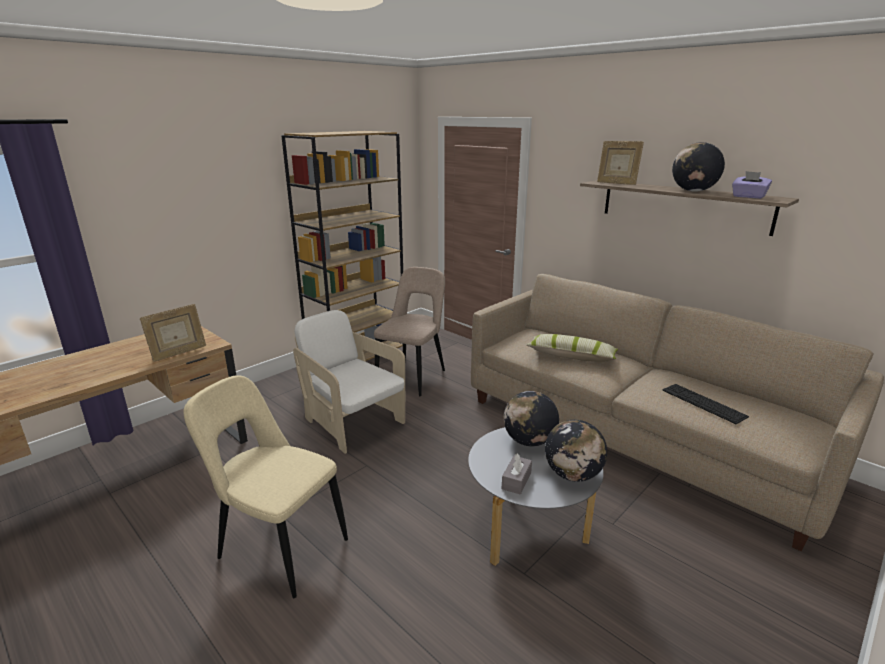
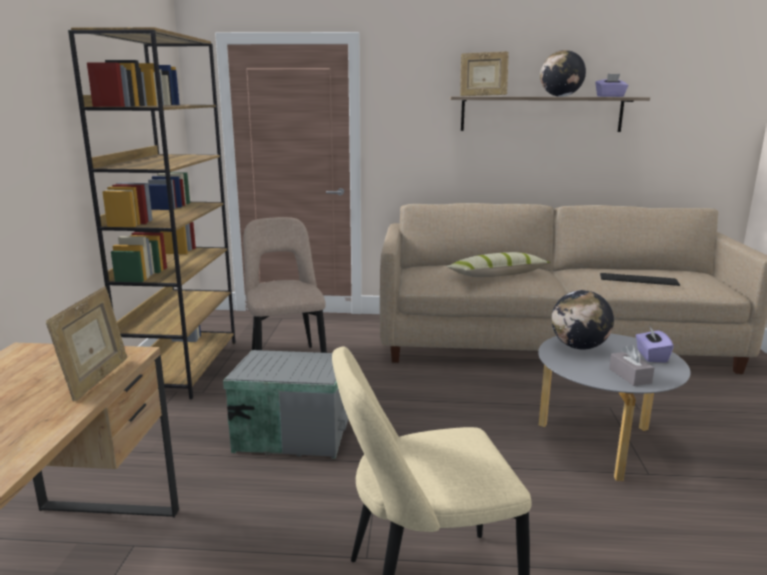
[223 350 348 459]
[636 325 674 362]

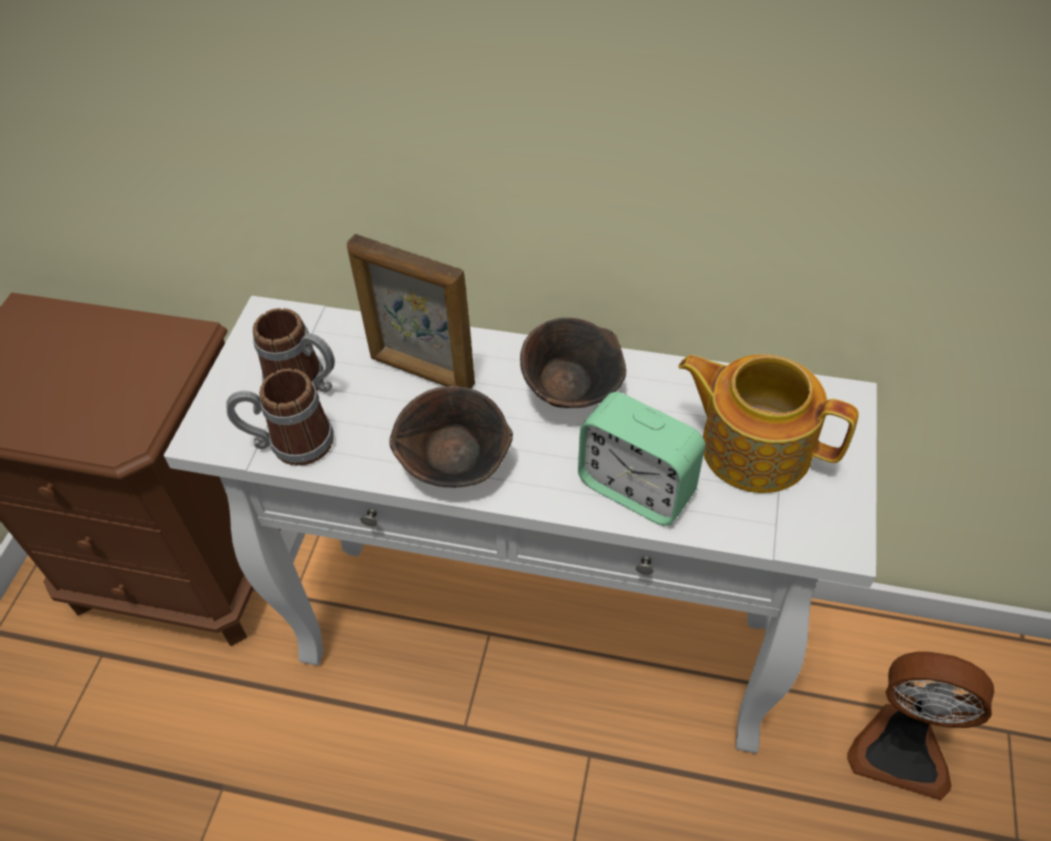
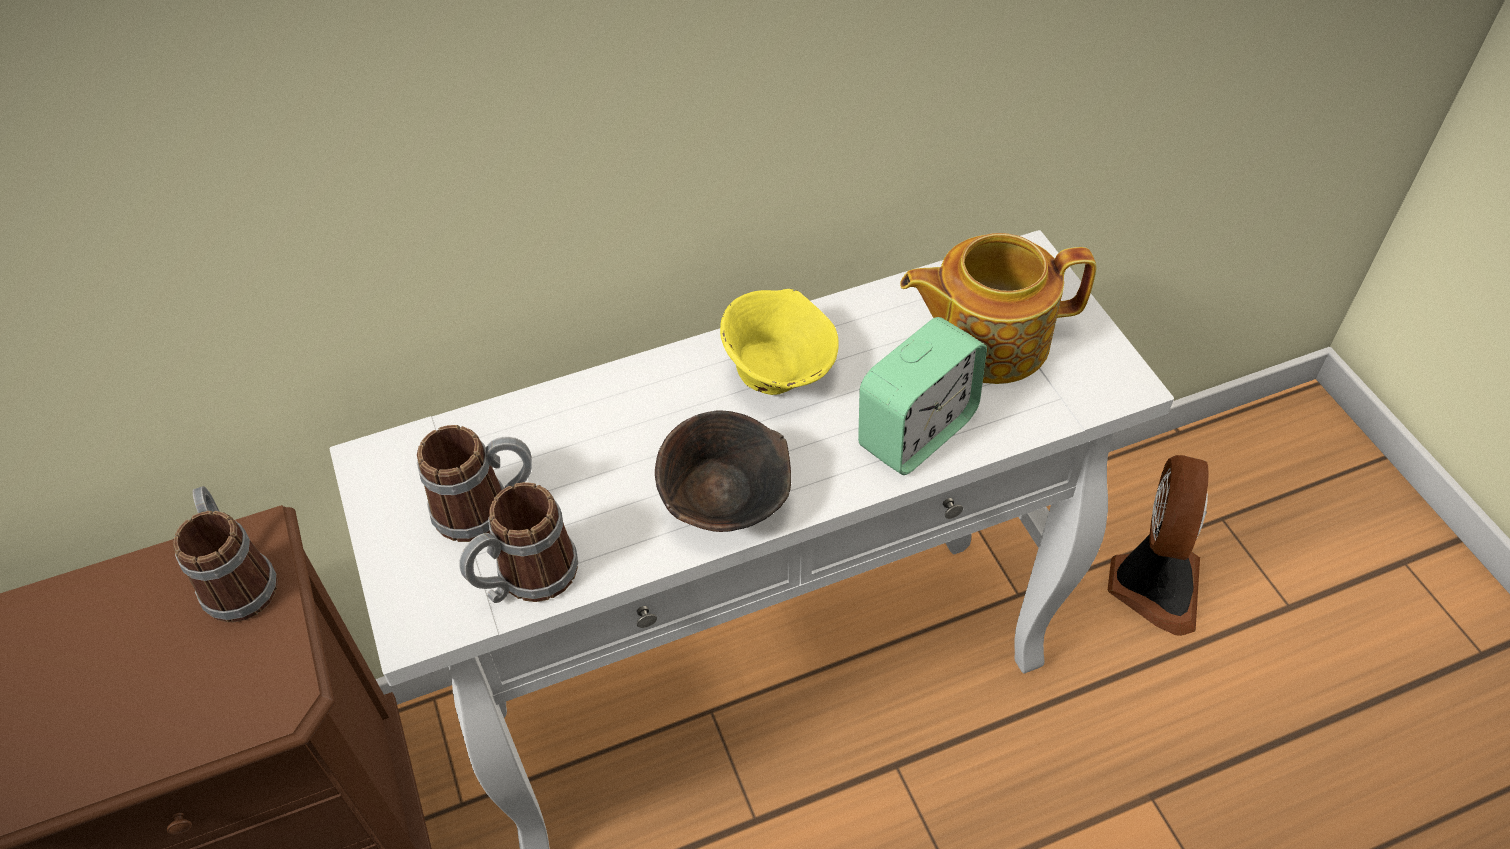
[173 486 277 623]
[720 289 839 395]
[858 317 987 475]
[1108 455 1209 636]
[347 234 475 389] (first image)

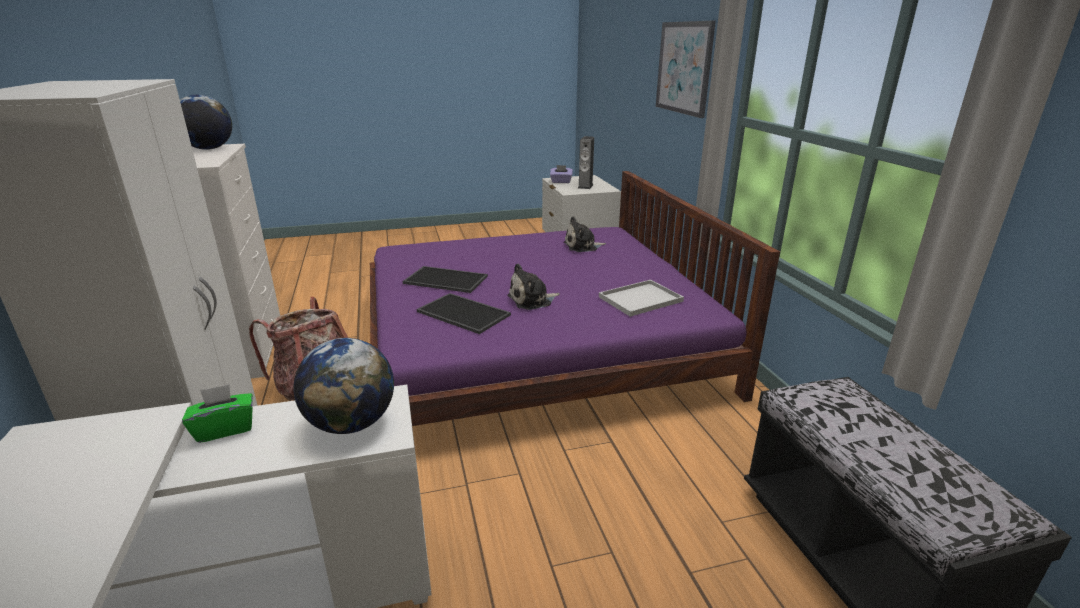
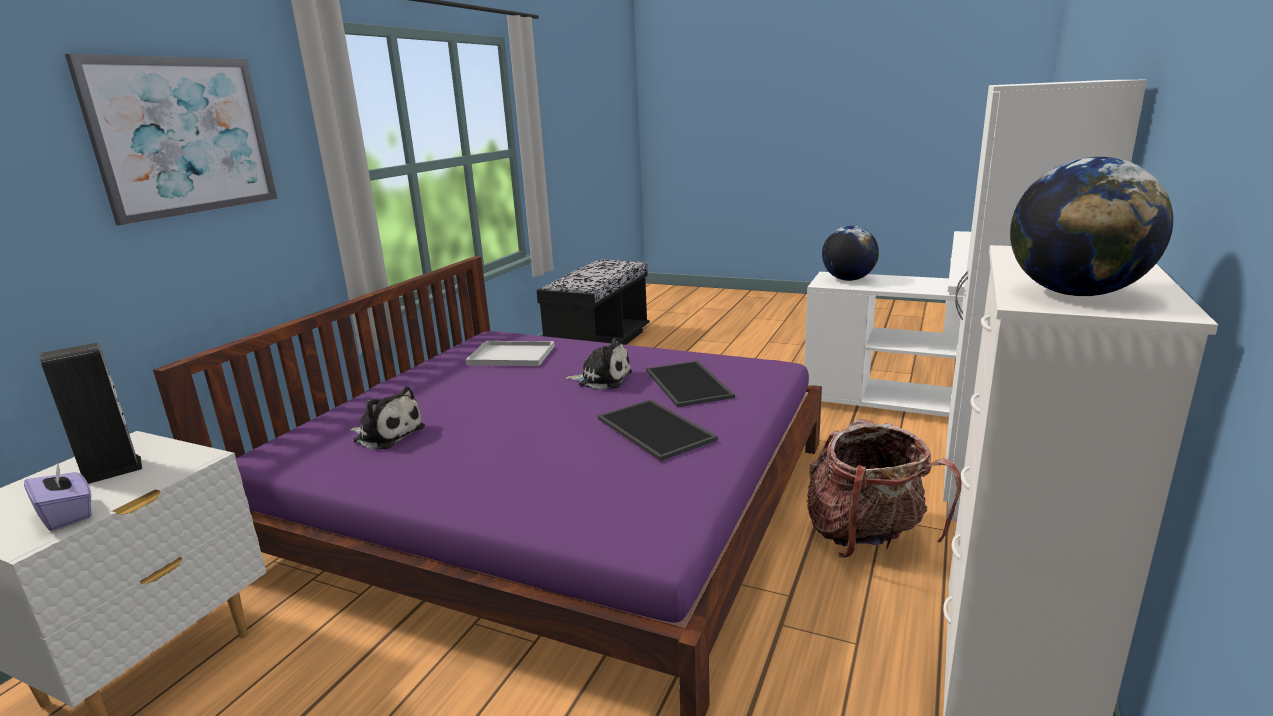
[182 384 253 443] (first image)

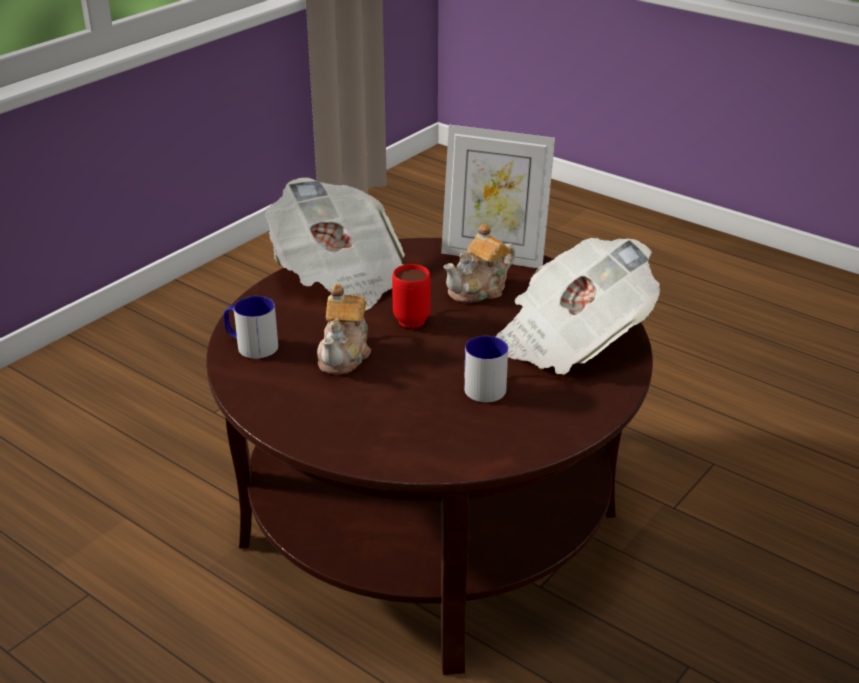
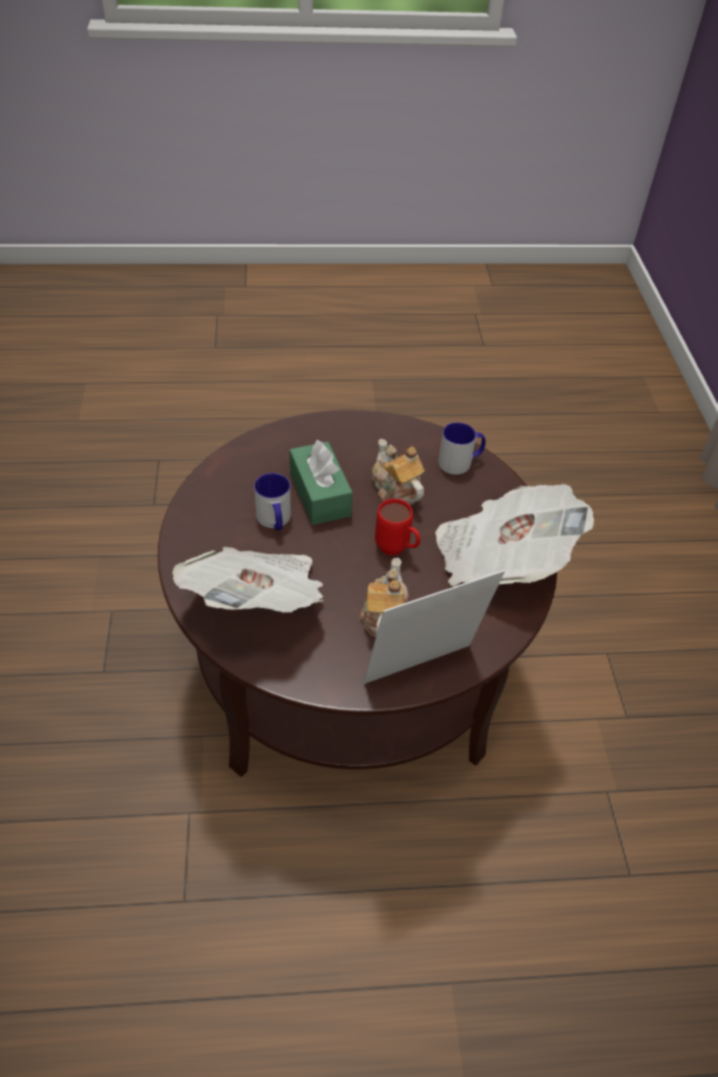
[290 440 353 525]

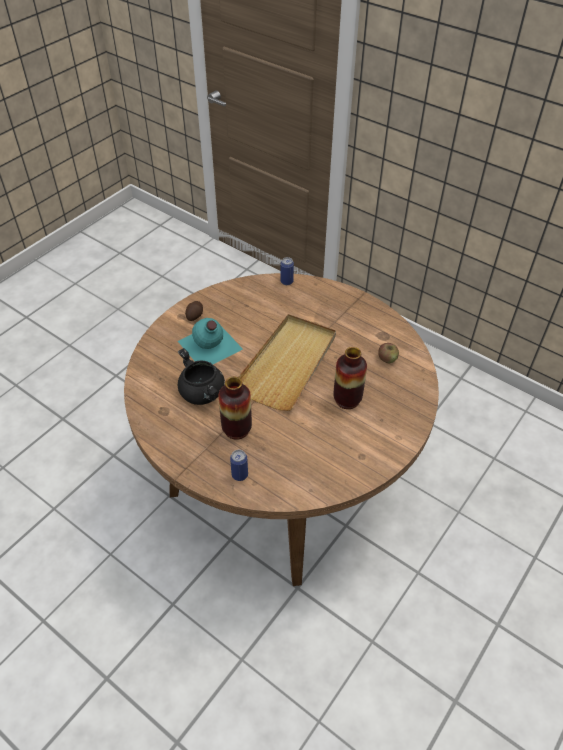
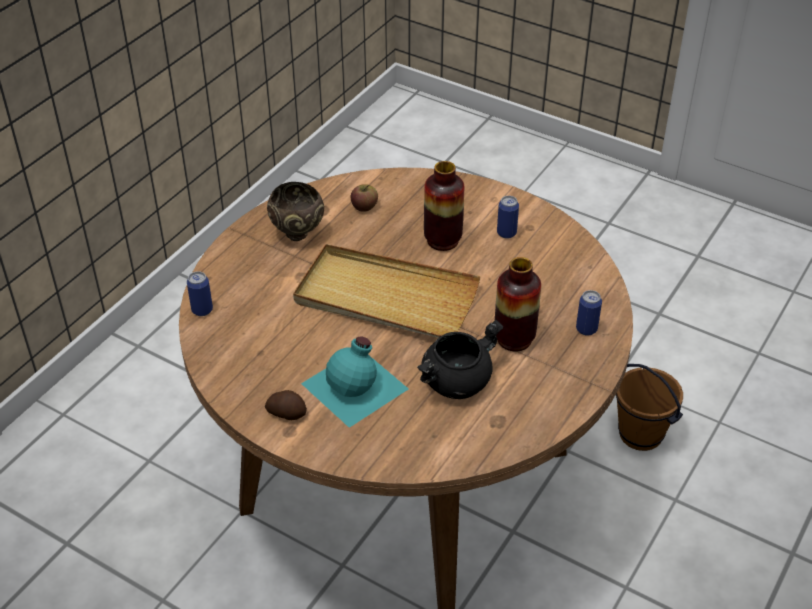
[267 182 324 241]
[497 196 519 239]
[616 364 683 451]

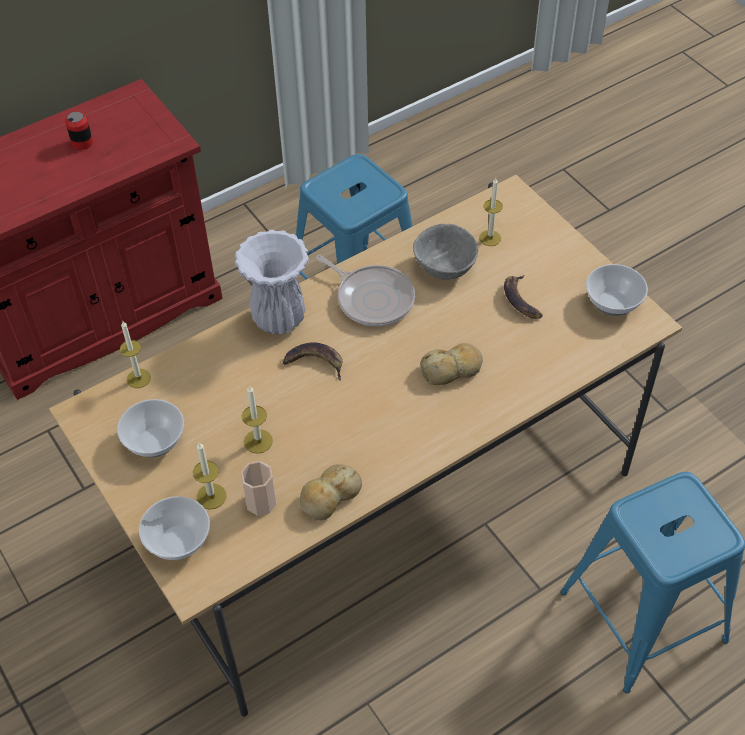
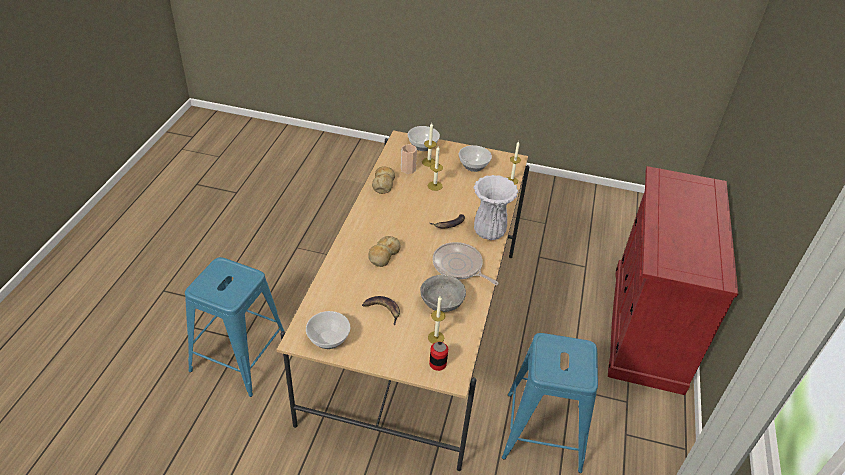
[429 342 448 371]
[433 242 499 285]

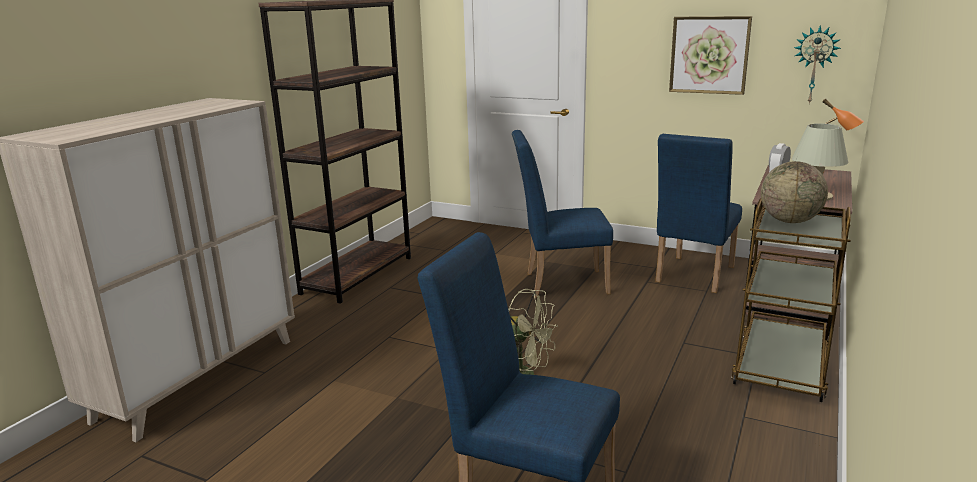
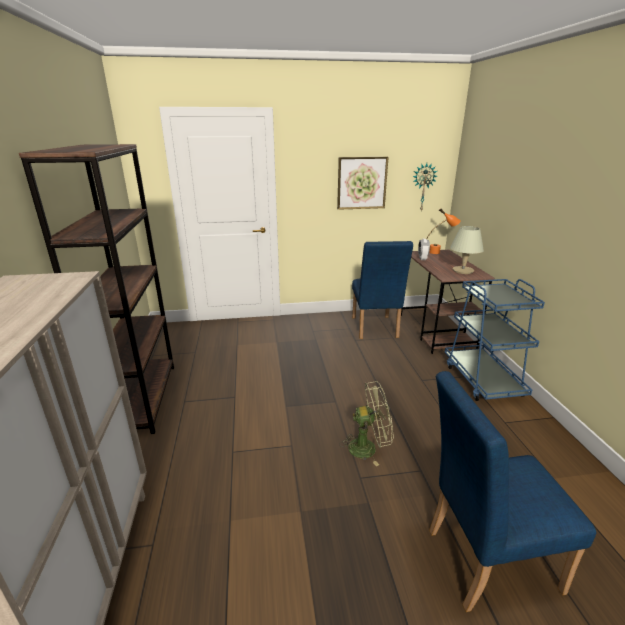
[445 279 545 401]
[512 130 613 298] (first image)
[761 161 828 223] (first image)

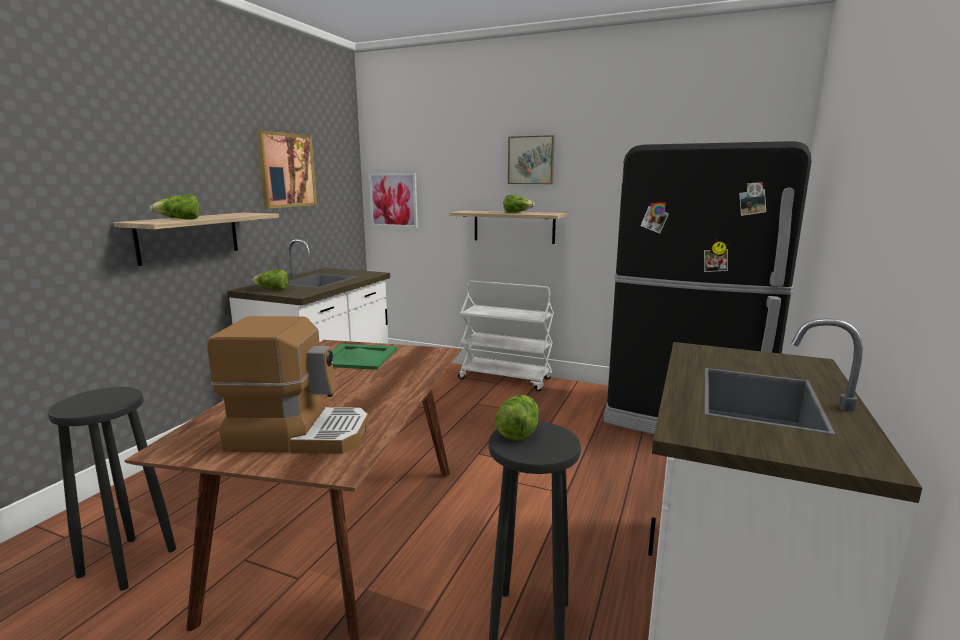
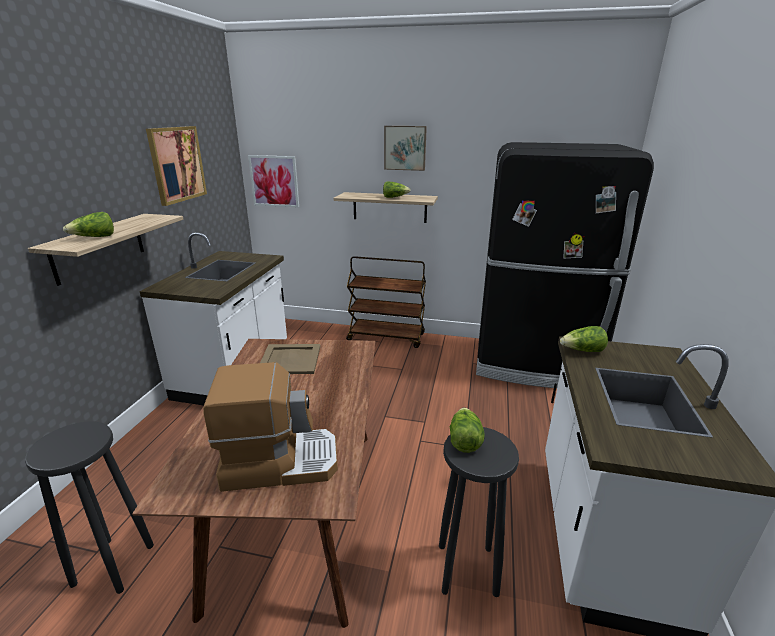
[260 344 320 374]
[346 256 426 348]
[560 326 608 352]

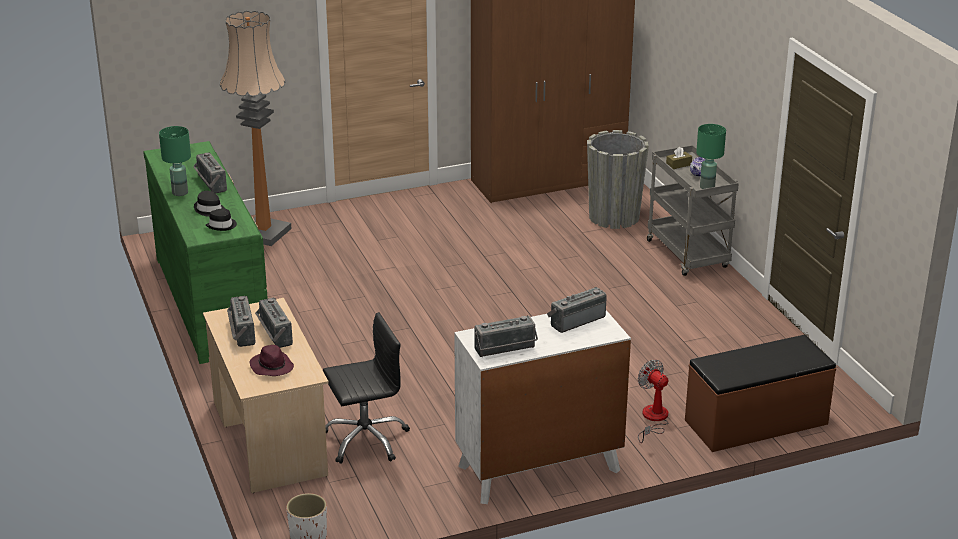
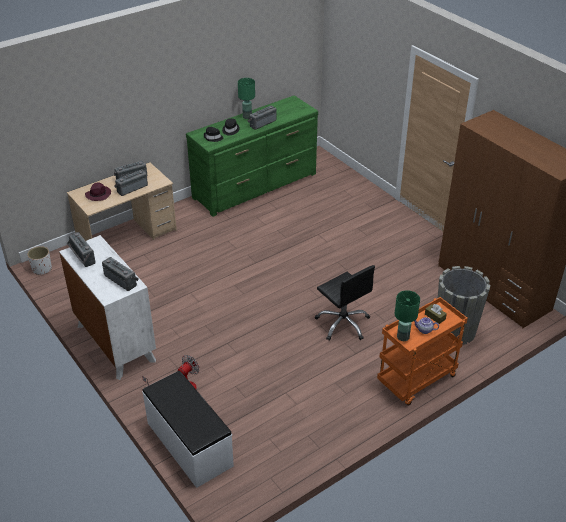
[143 371 234 488]
[315 265 375 341]
[377 297 468 406]
[220 11 292 246] (first image)

